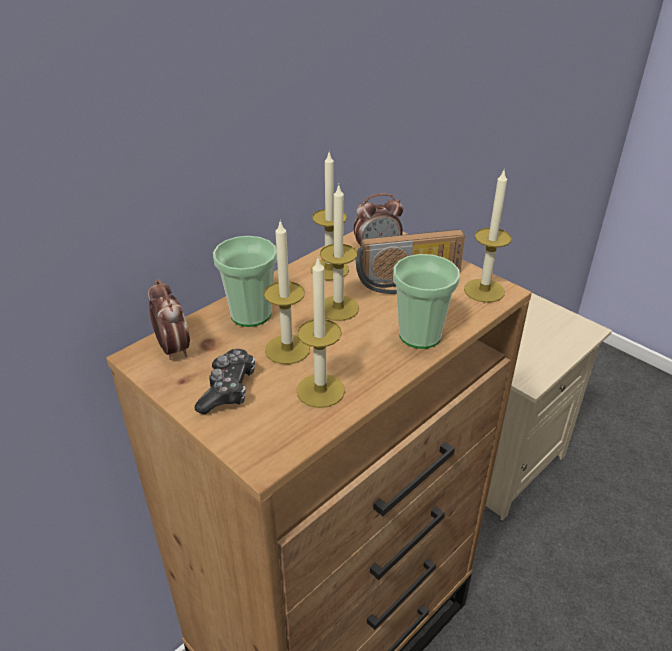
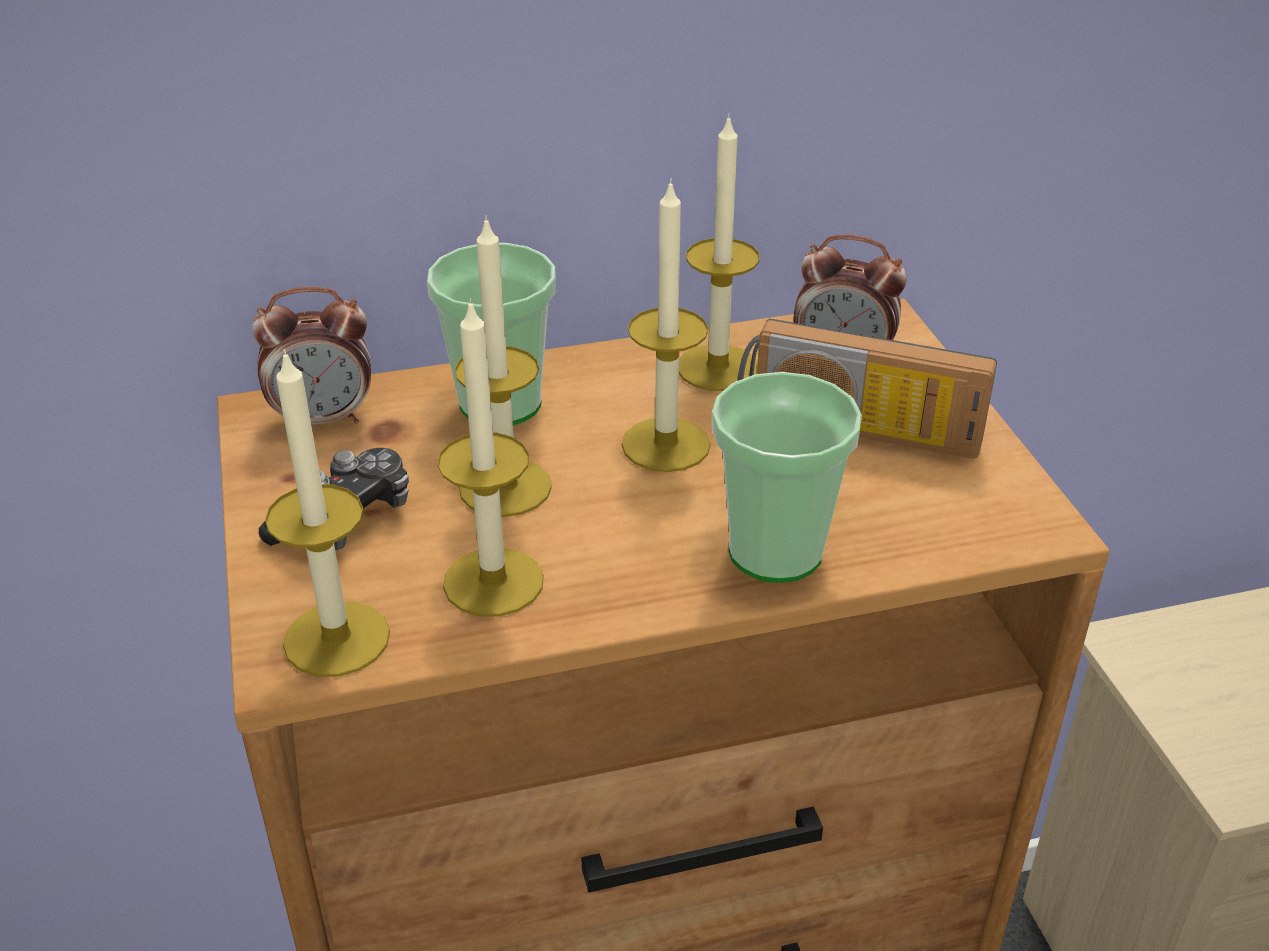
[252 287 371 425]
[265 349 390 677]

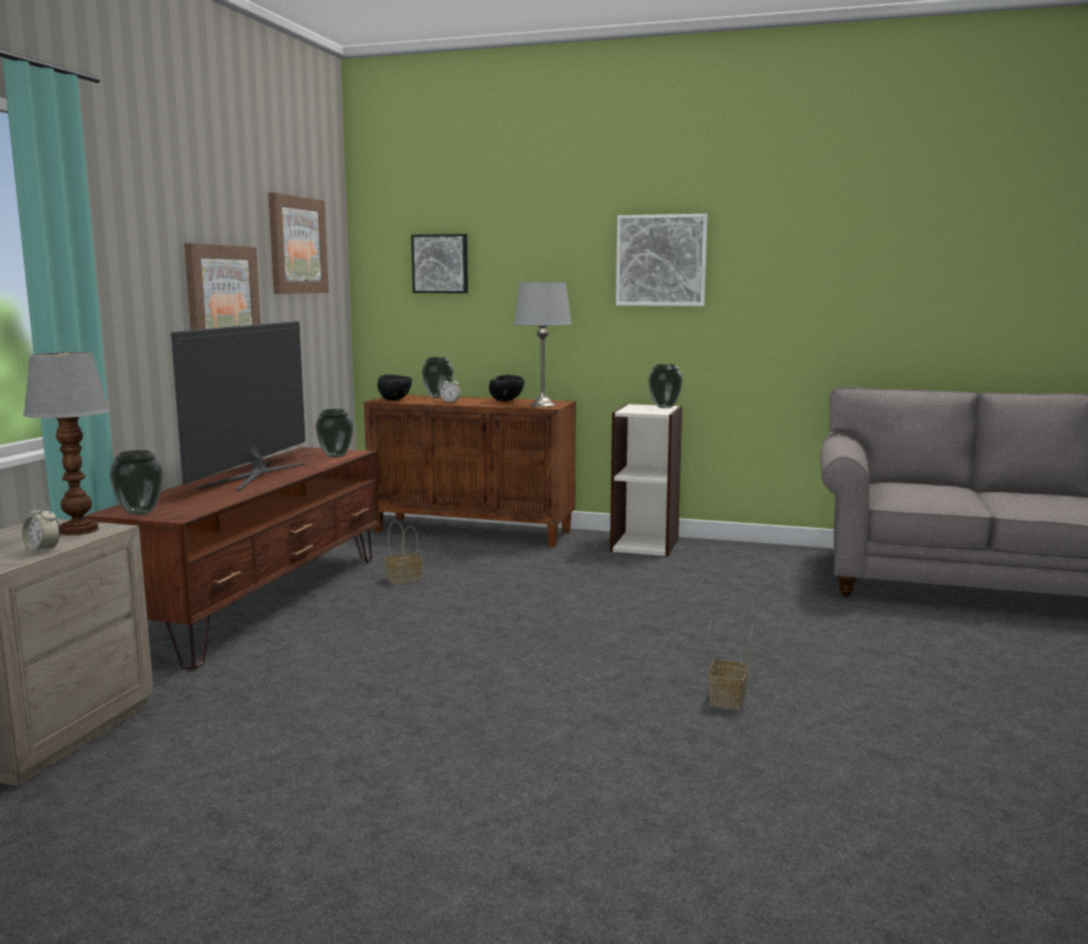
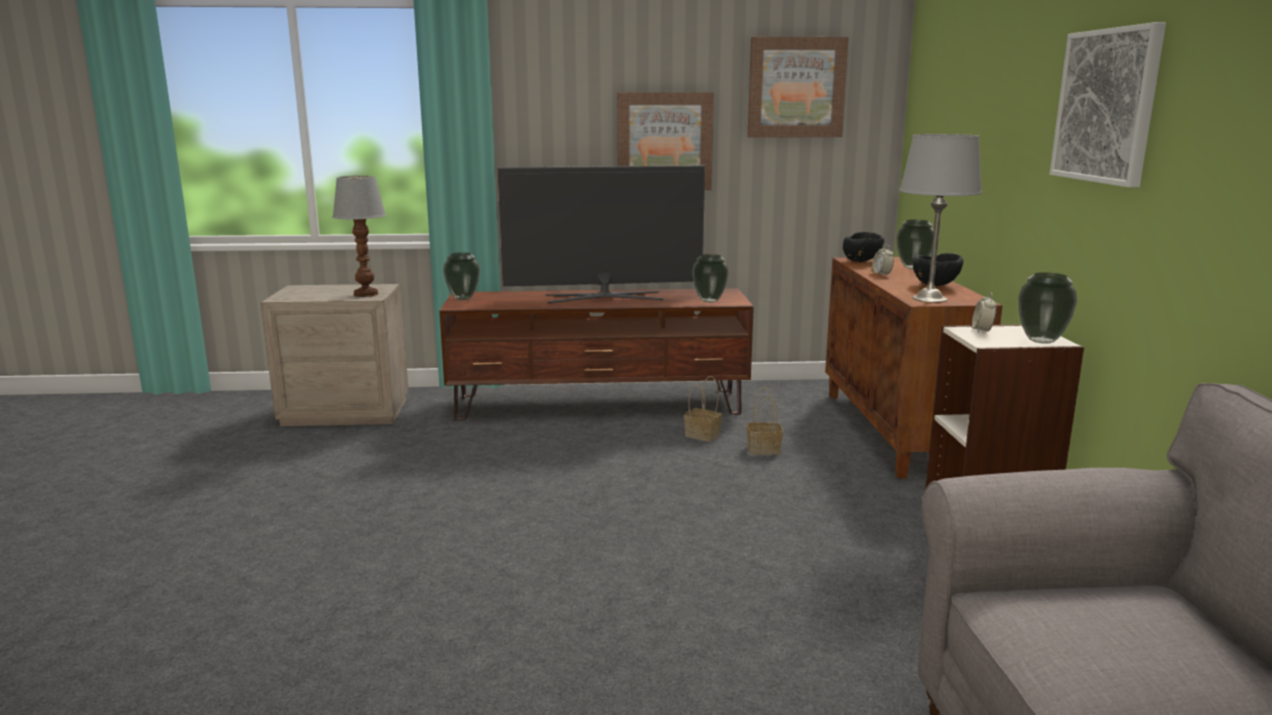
[747 387 783 455]
[972 292 997 332]
[411 234 468 293] (first image)

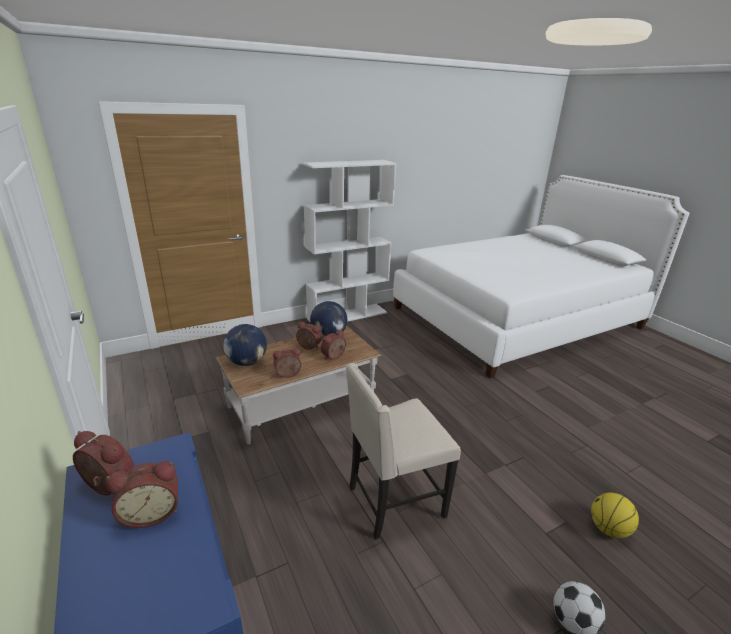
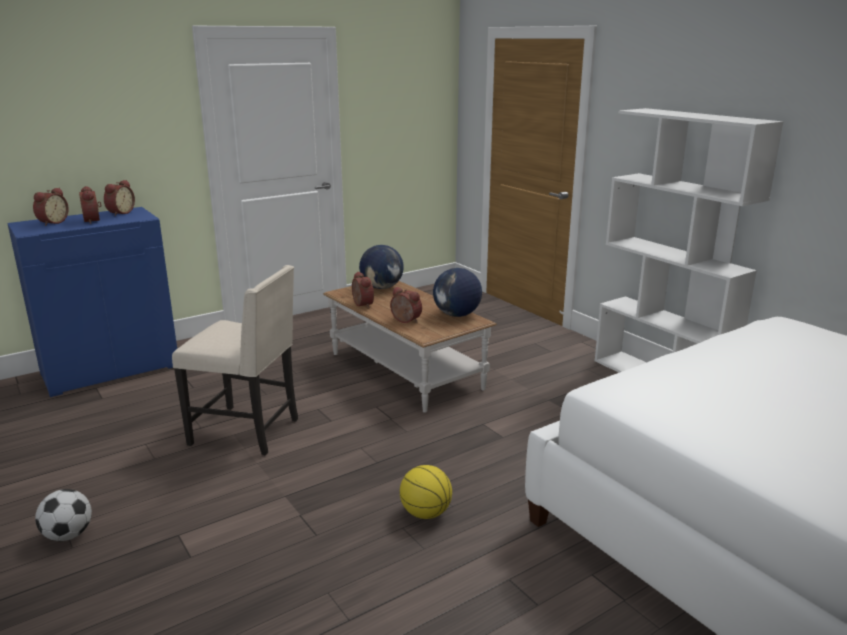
[33 188 69 226]
[172 265 298 455]
[400 465 452 519]

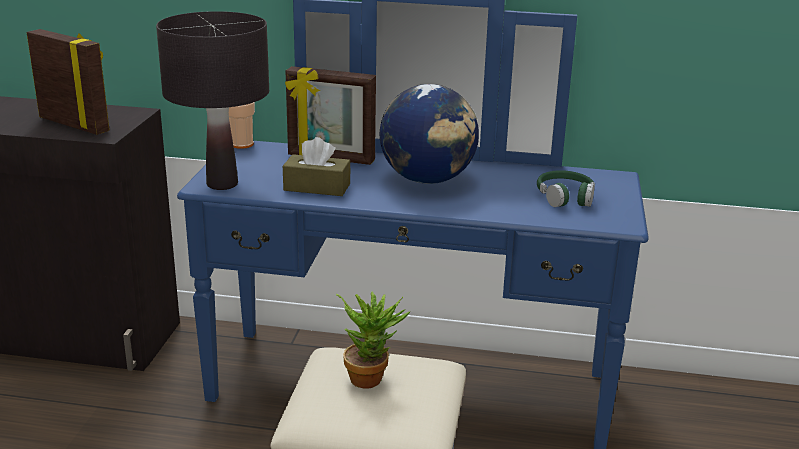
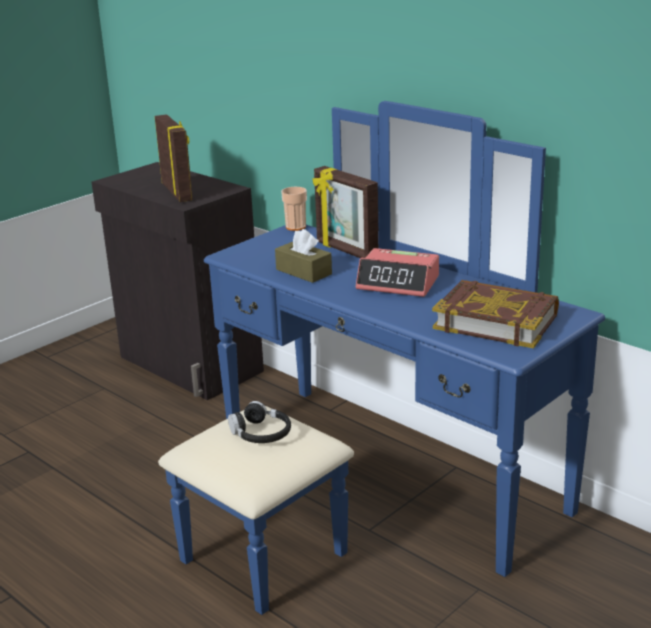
[228 401 291 443]
[356 248 439 297]
[432 280 559 348]
[156 11 269 190] (first image)

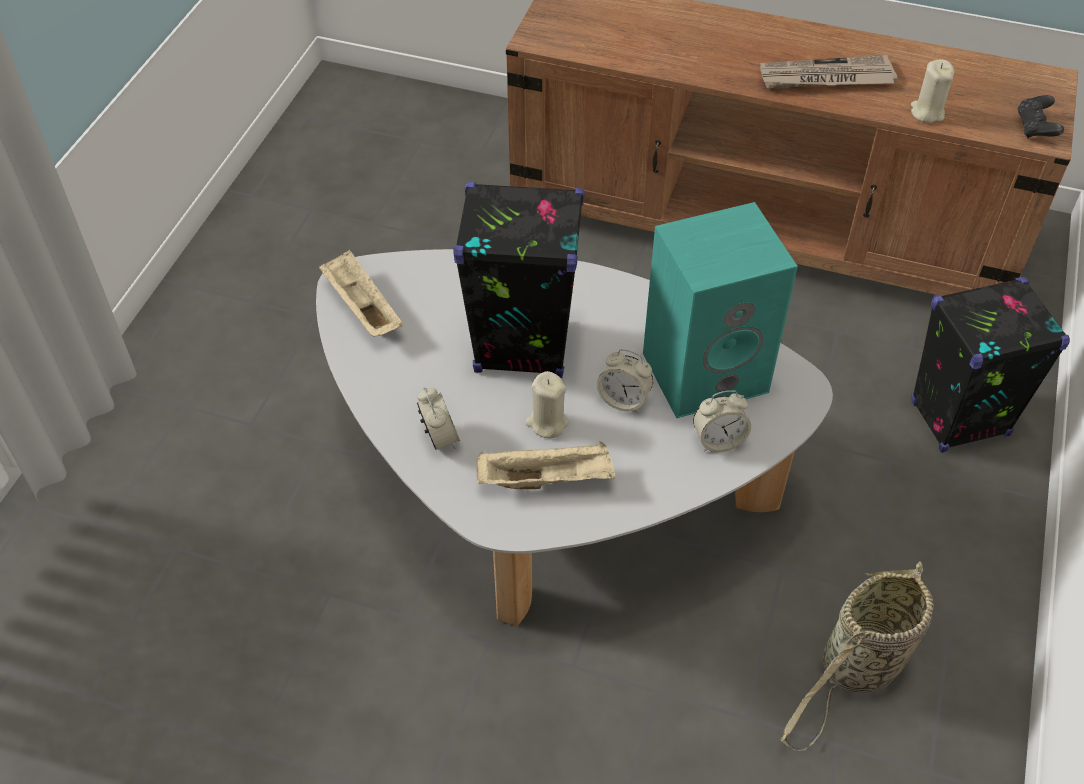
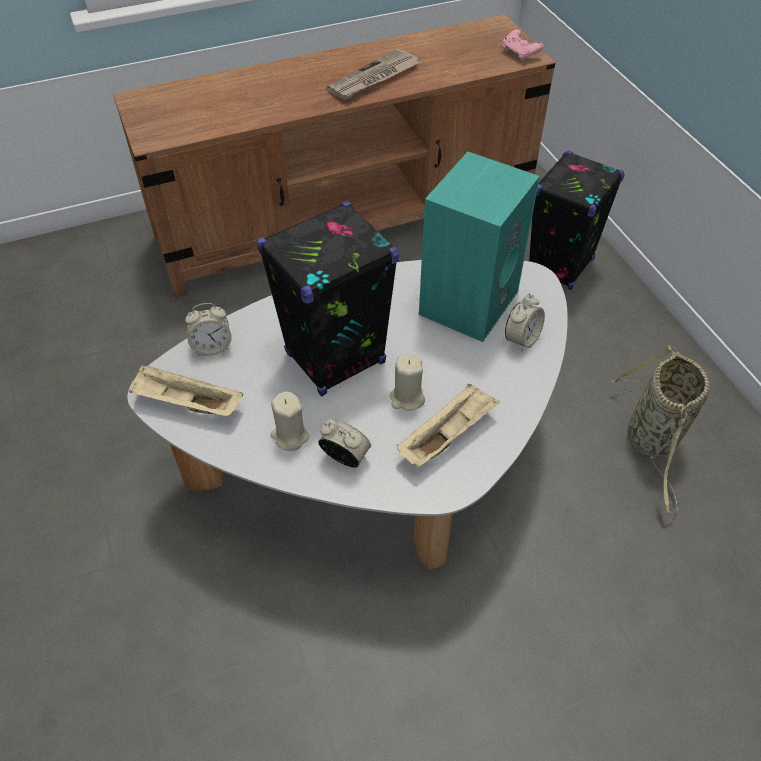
[185 303 232 356]
[271 391 309 451]
[502 29 543 61]

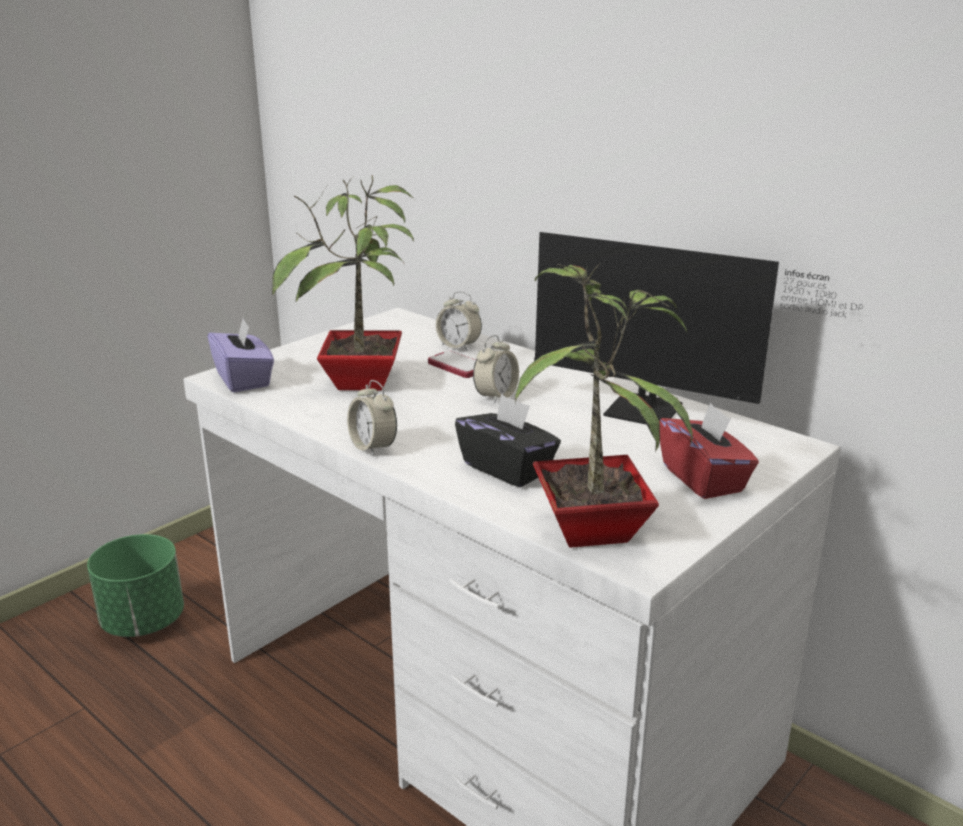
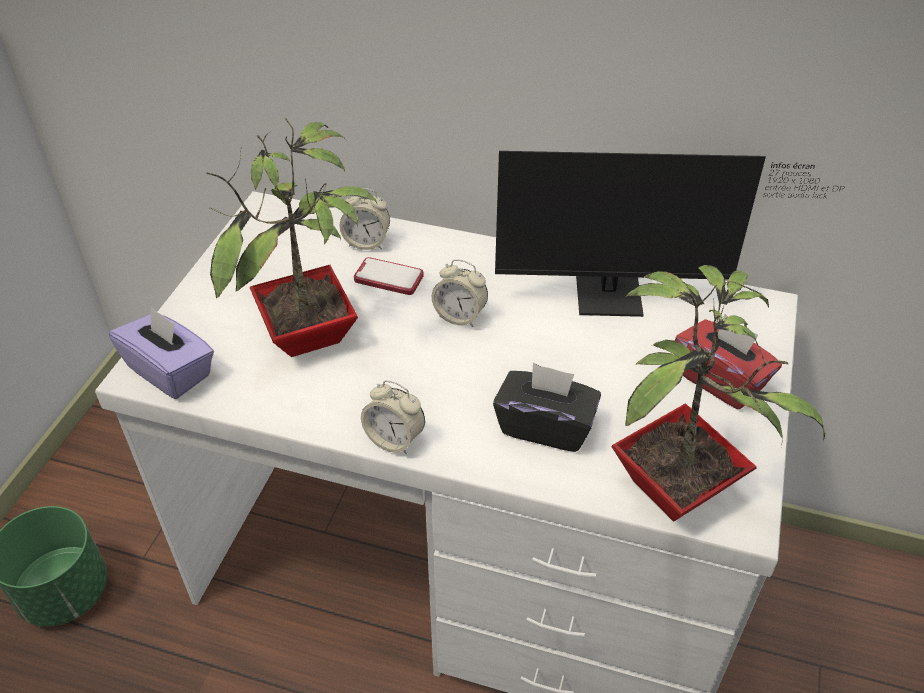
[432 260 488 327]

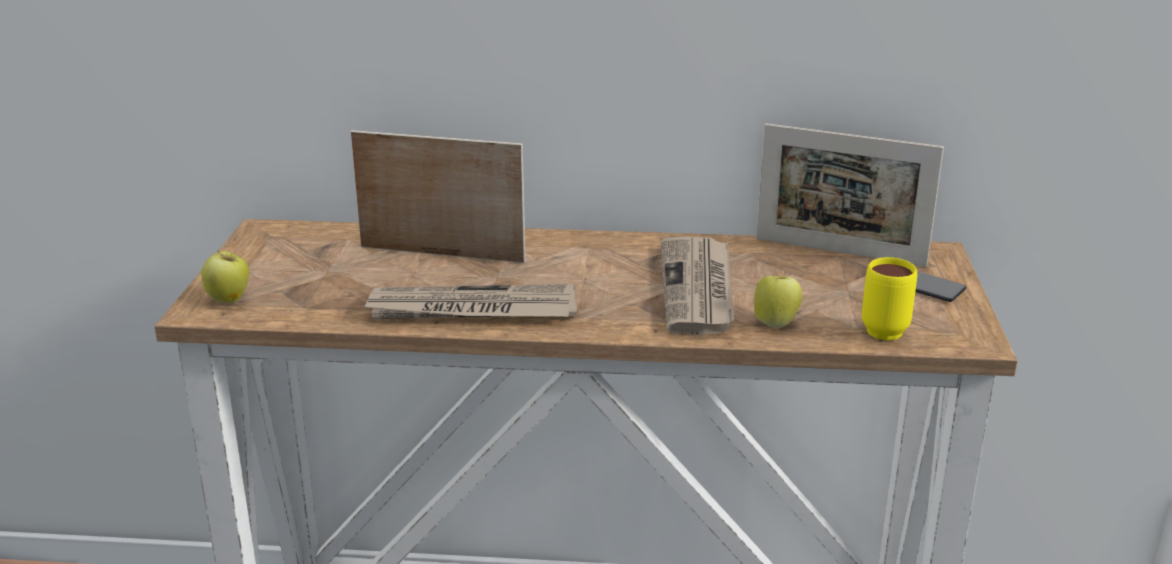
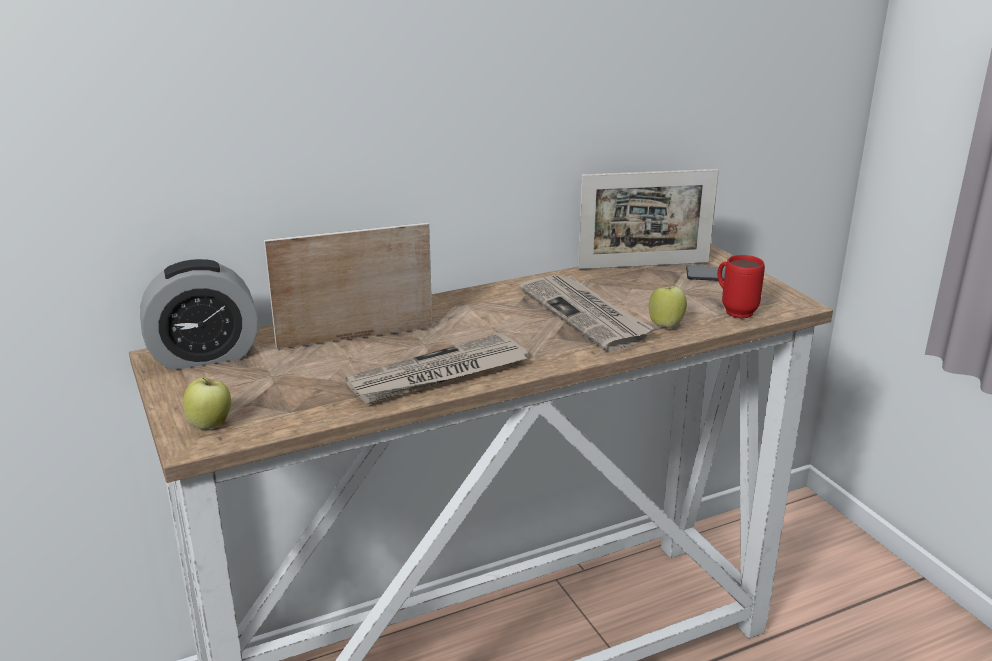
[140 259 258 370]
[718 255 765 318]

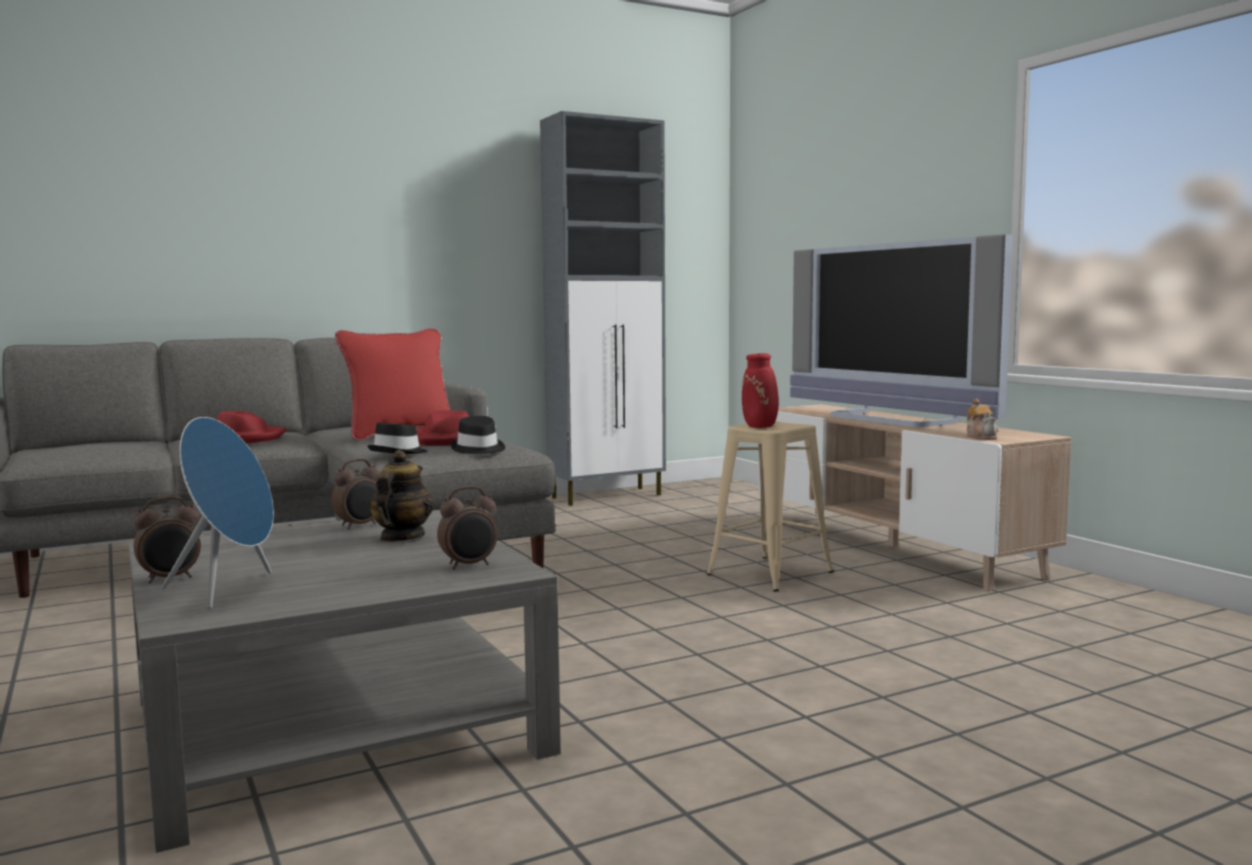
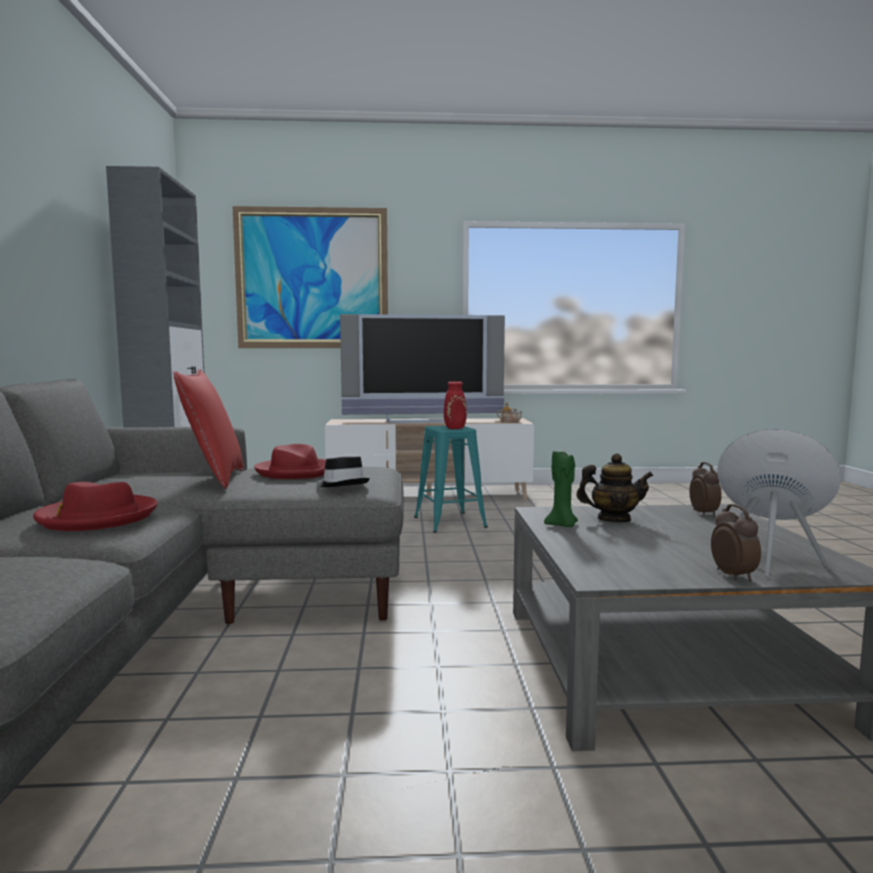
[233 206 388 348]
[414 426 488 533]
[544 451 578 527]
[576 453 654 522]
[451 416 505 454] (first image)

